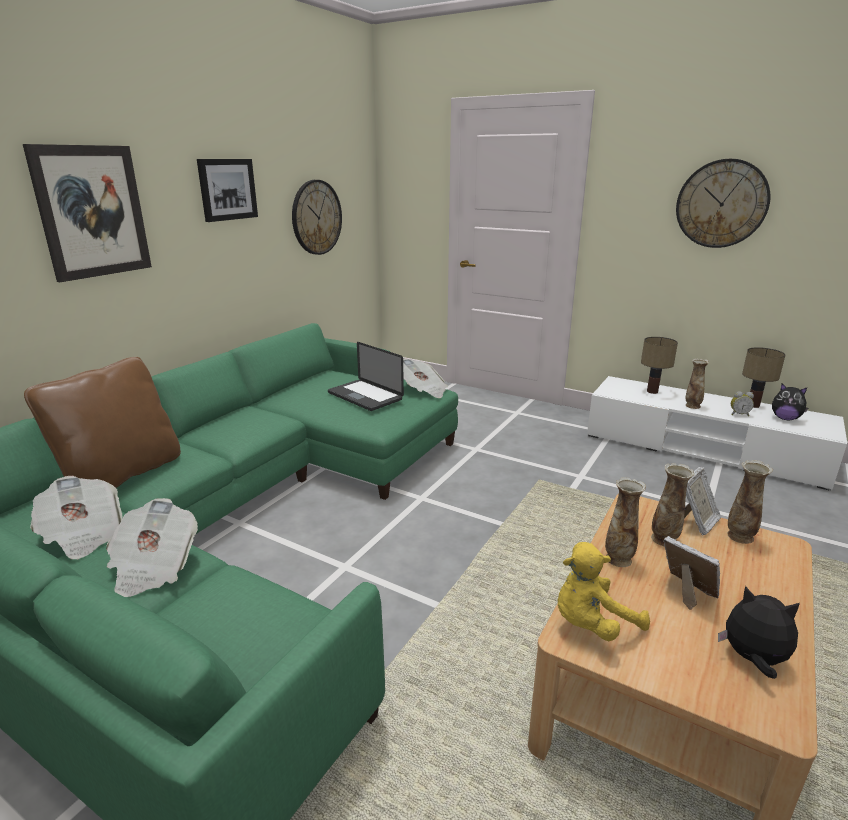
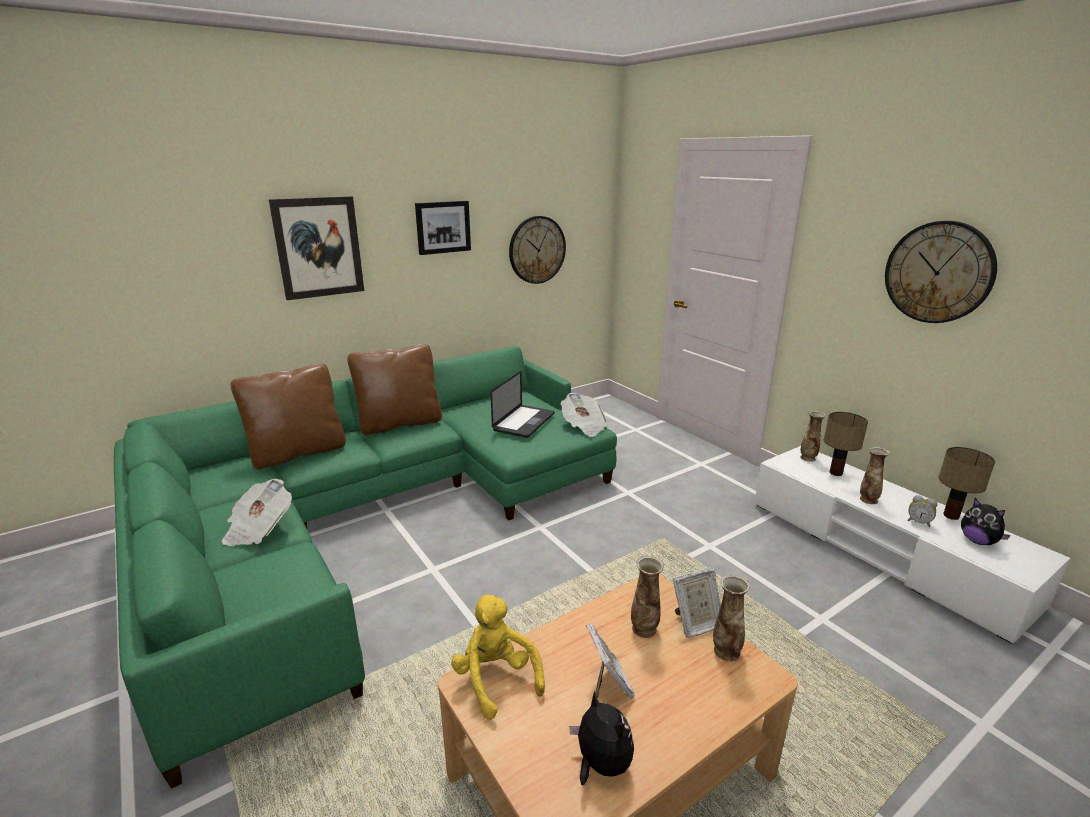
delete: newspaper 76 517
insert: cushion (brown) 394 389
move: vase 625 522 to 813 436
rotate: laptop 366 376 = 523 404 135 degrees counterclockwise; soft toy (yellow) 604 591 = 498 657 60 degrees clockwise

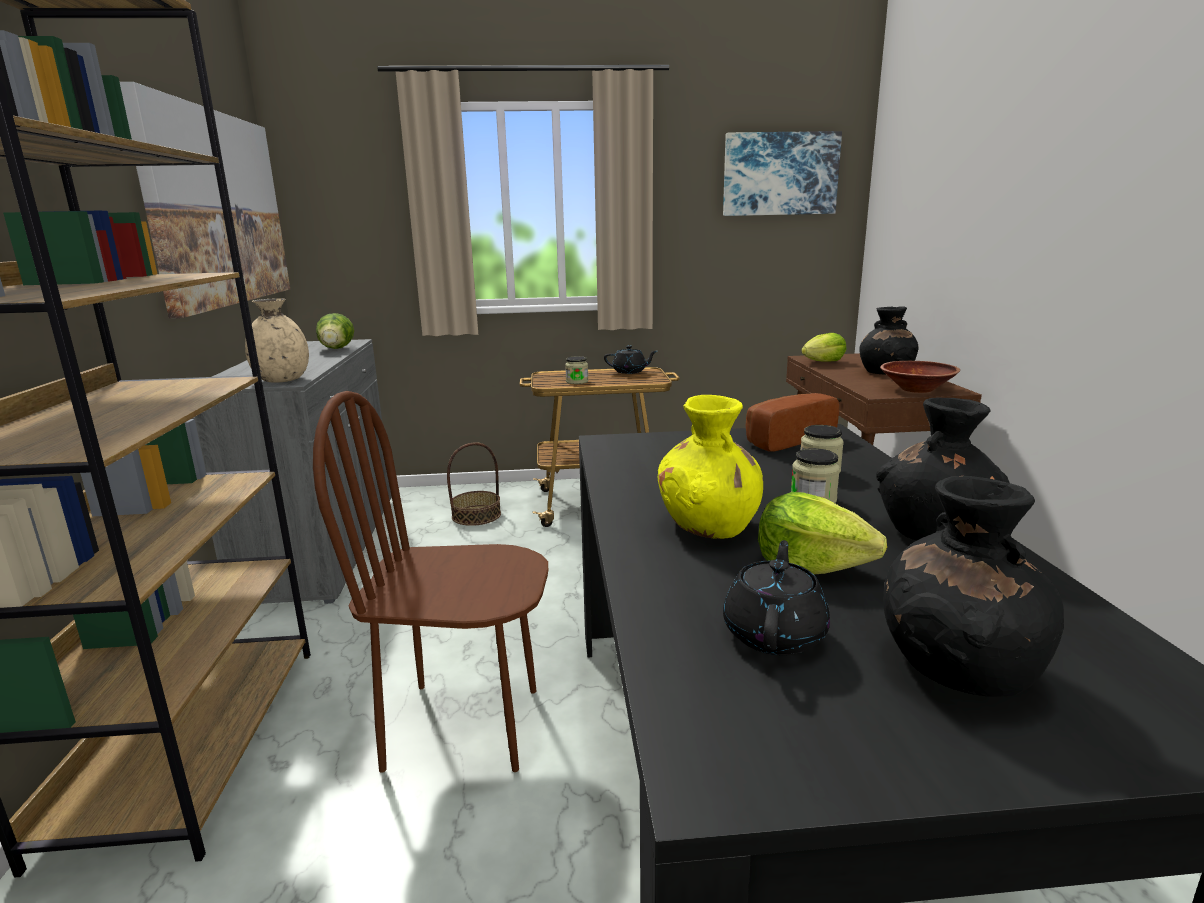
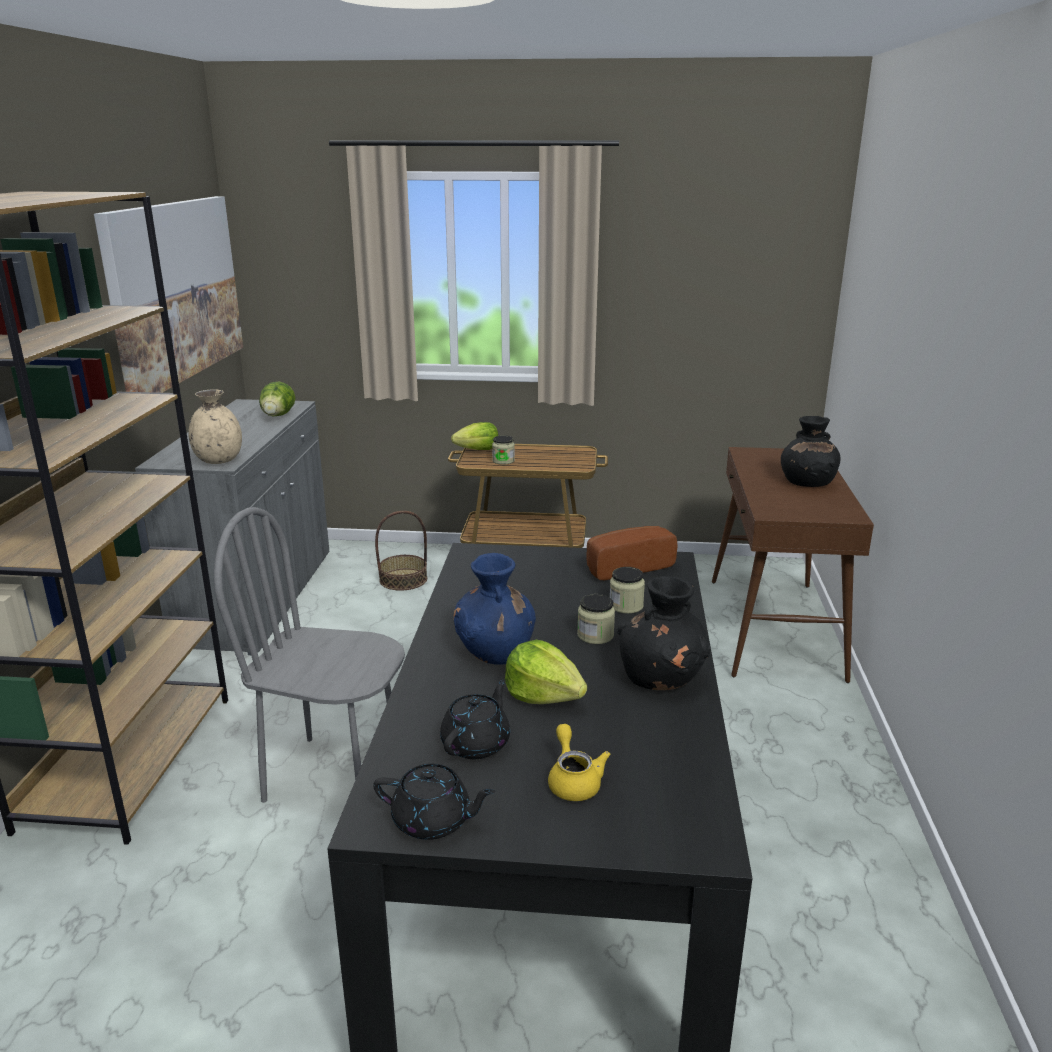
delete: wall art 782 173; serving bowl (brown) 920 377
move: pot for tea (blackish) 630 360 to 434 802; lettuce 823 347 to 474 436
replace: vase (blackish) 973 586 to pot for tea (yellow) 579 762
recolor: plain chair (brown) 430 582 to plain chair (gray) 309 655; vase (yellow) 710 467 to vase (blue) 495 609

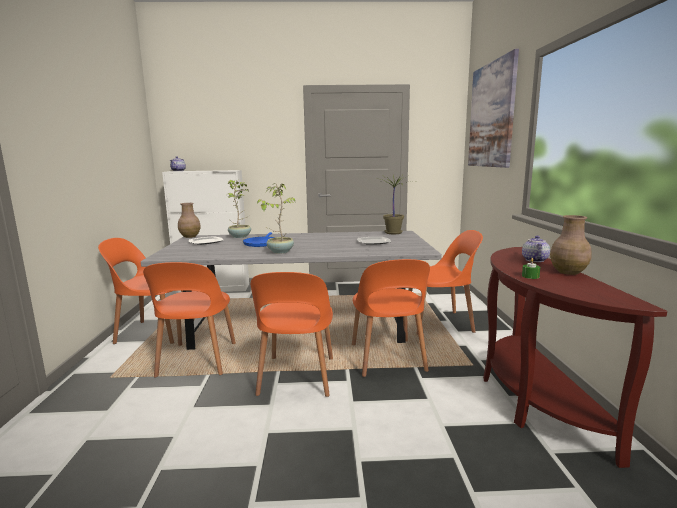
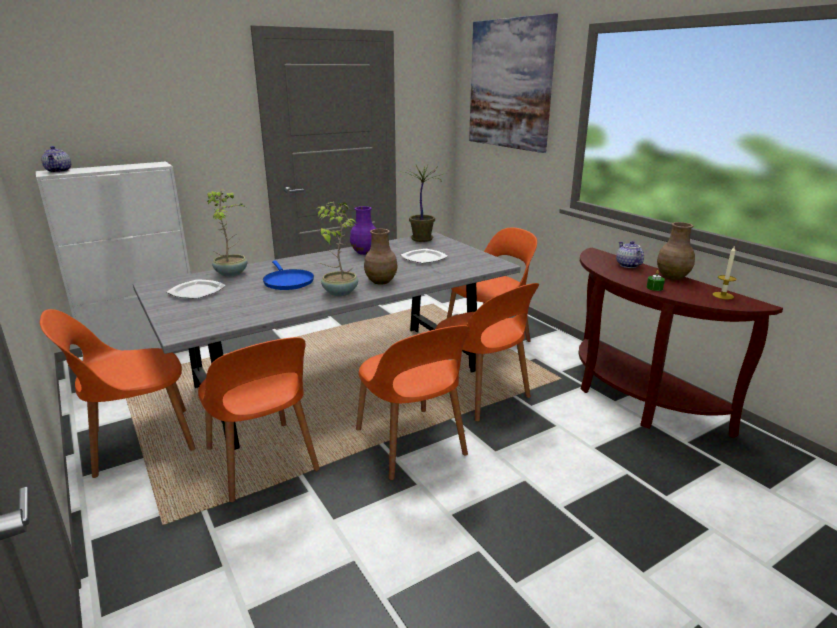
insert: vase (purple-coloured) 363 230; candle 724 272
move: vase (brown) 189 220 to 381 257

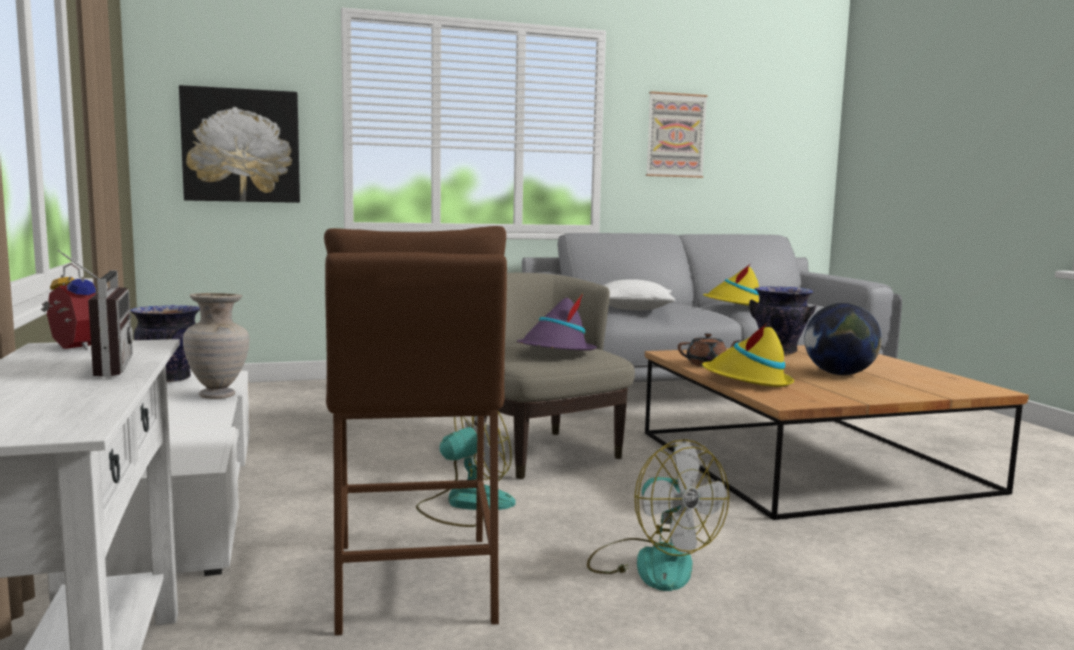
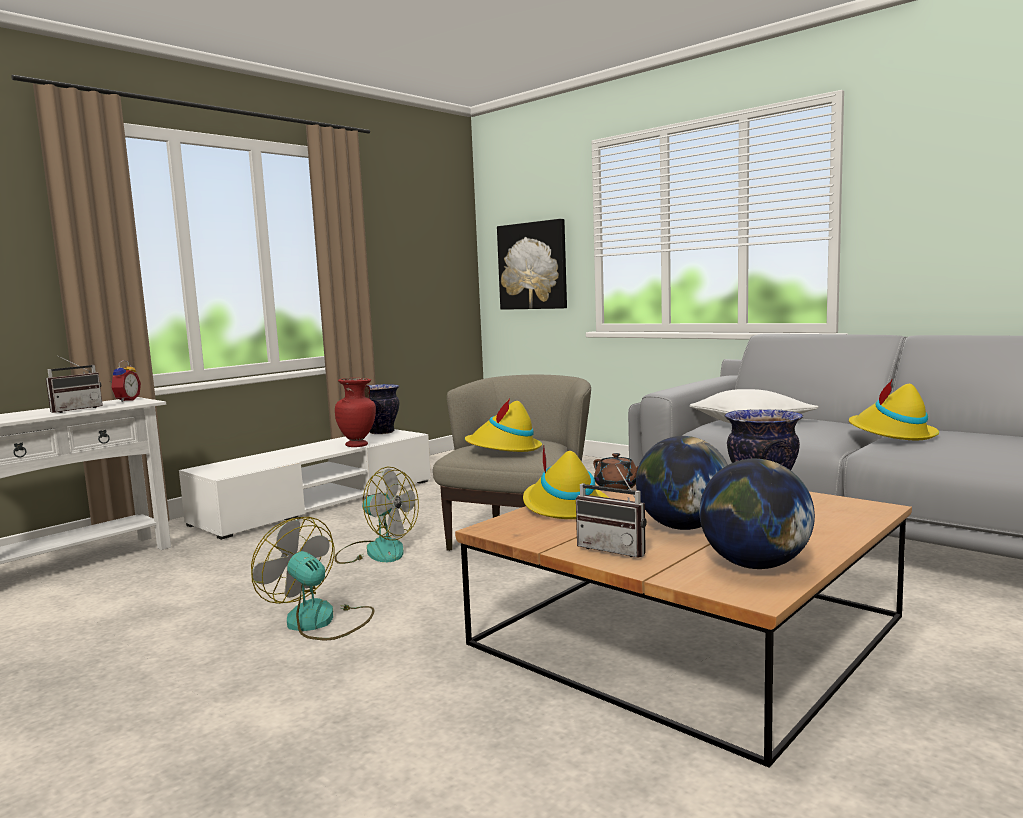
delete: sitting stool (brown) 415 431; wall art 677 134
insert: radio 611 511; world globe 757 514
recolor: vase (beige-coloured) 216 346 to vase (red-coloured) 355 412; clothing hat (purple-coloured) 557 322 to clothing hat (yellow) 503 425
rotate: cooling fan 658 515 = 312 578 105 degrees clockwise

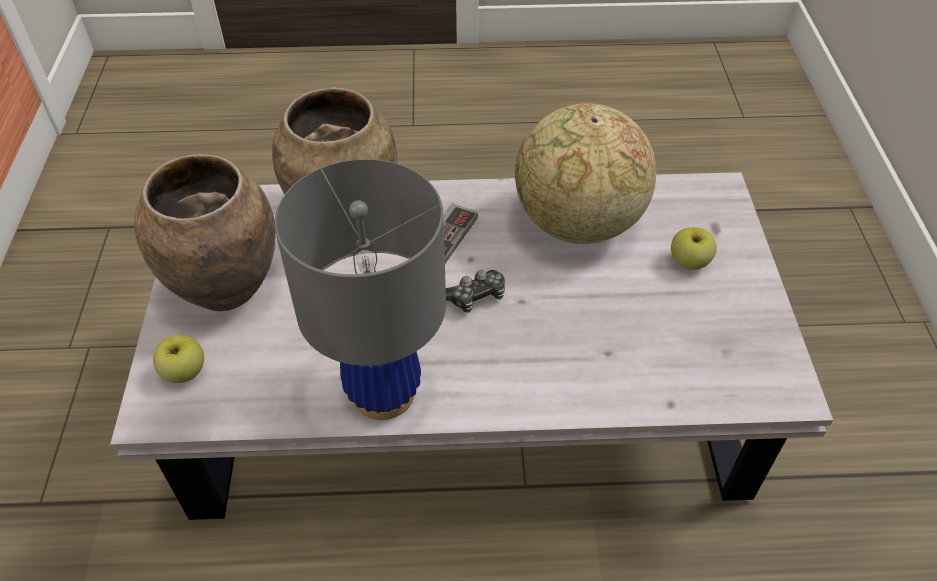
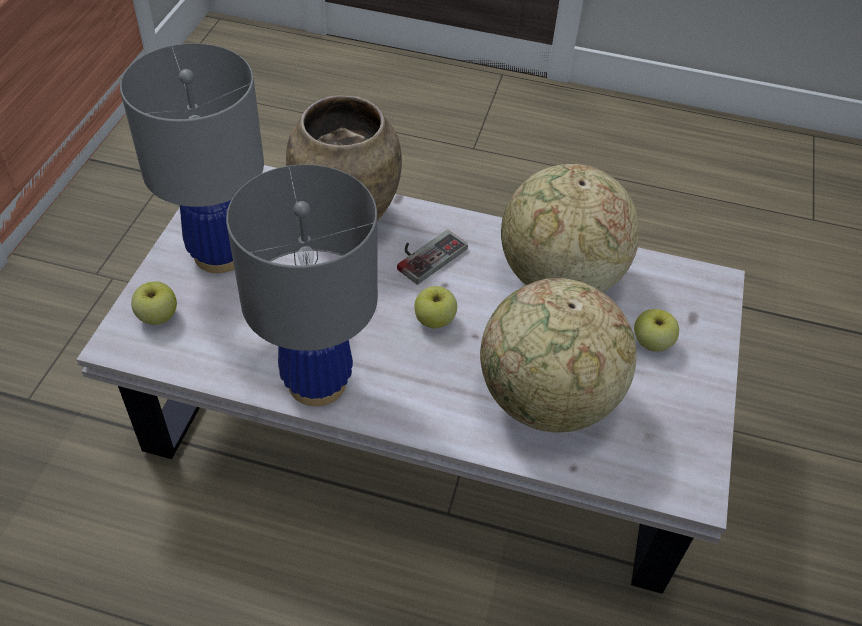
insert: world globe 558 355
replace: vase (brown) 205 232 to tabletop lamp (gray) 192 158; gamepad 475 291 to apple fruit 435 307

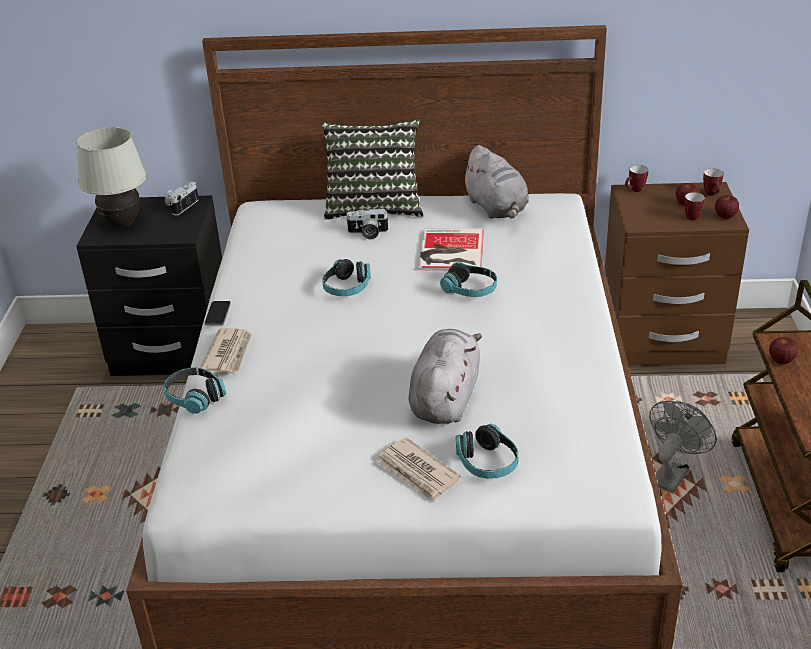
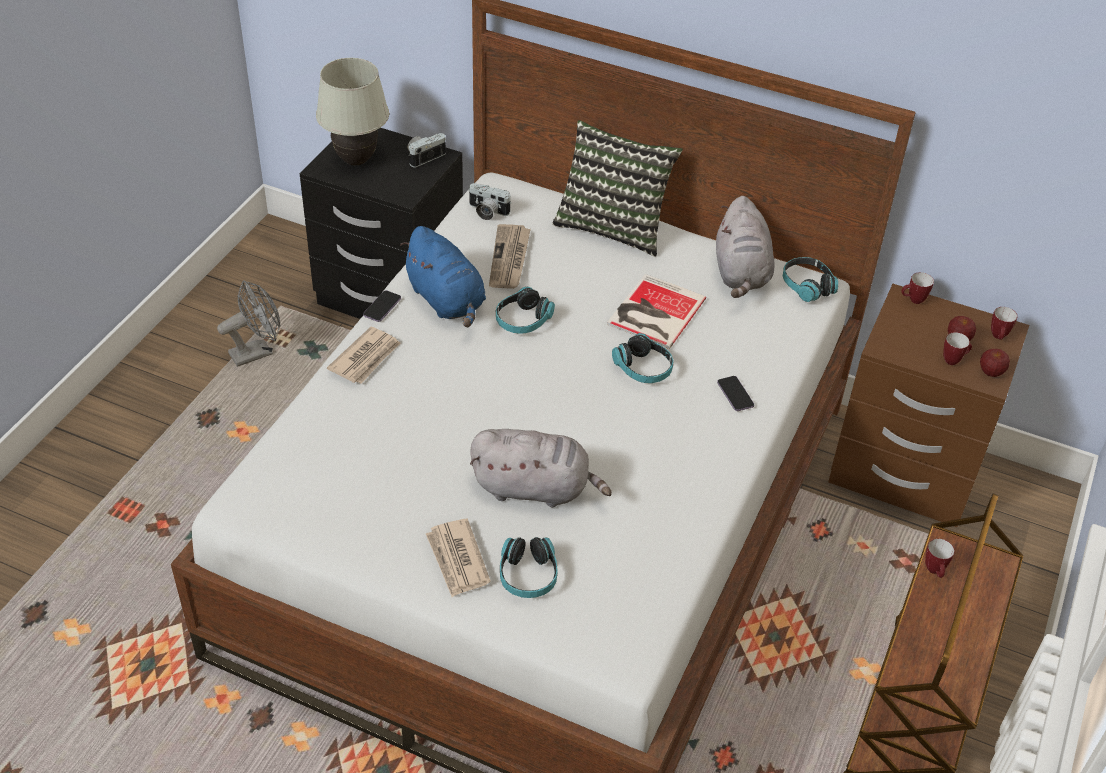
insert: soft toy (blue) 443 276; newspaper 510 256; phone 735 393
move: pair of headphones 194 391 to 810 279; still camera 367 224 to 489 201; cooling fan (gray) 683 447 to 249 323
replace: apple fruit 783 350 to coffee mug 939 558
rotate: soft toy (gray) 445 376 = 541 468 60 degrees clockwise

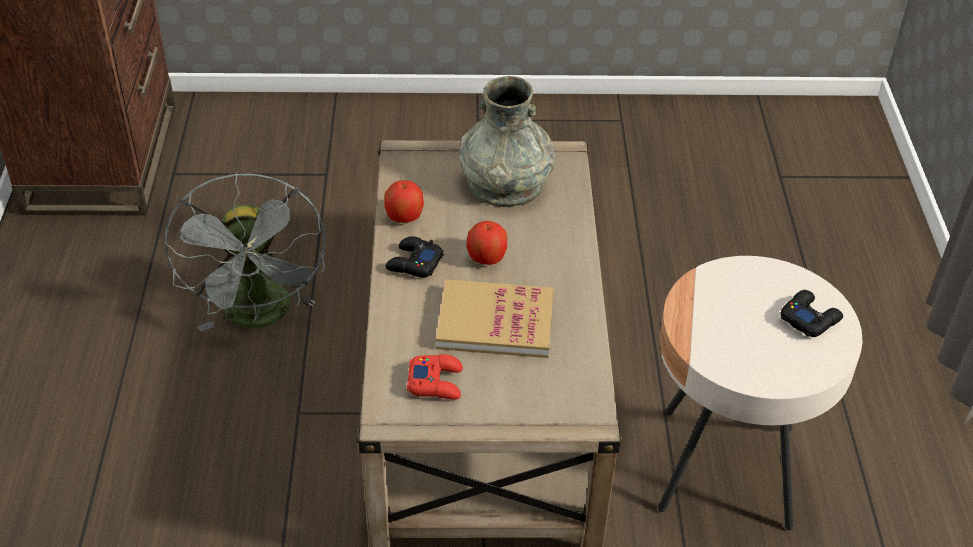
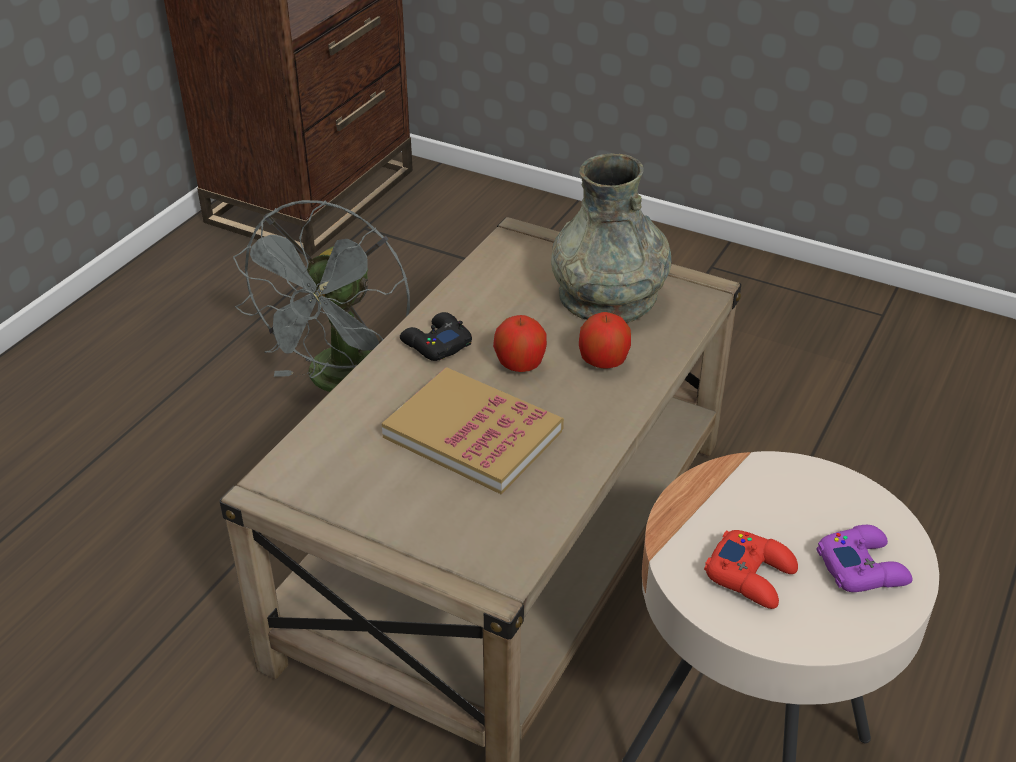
move: apple fruit 404 201 to 605 340; gamepad (red-coloured) 435 376 to 751 569
recolor: gamepad (blackish) 812 313 to gamepad (purple-coloured) 864 558

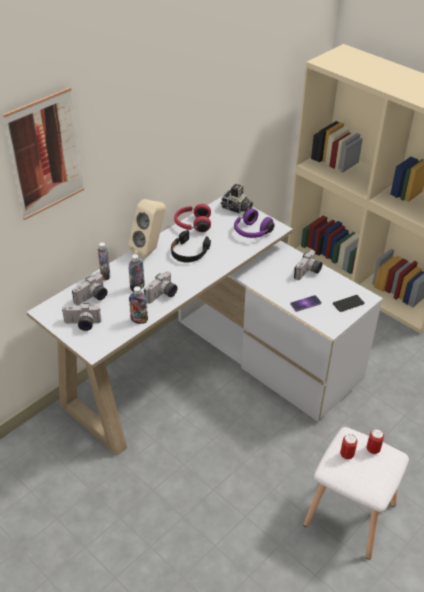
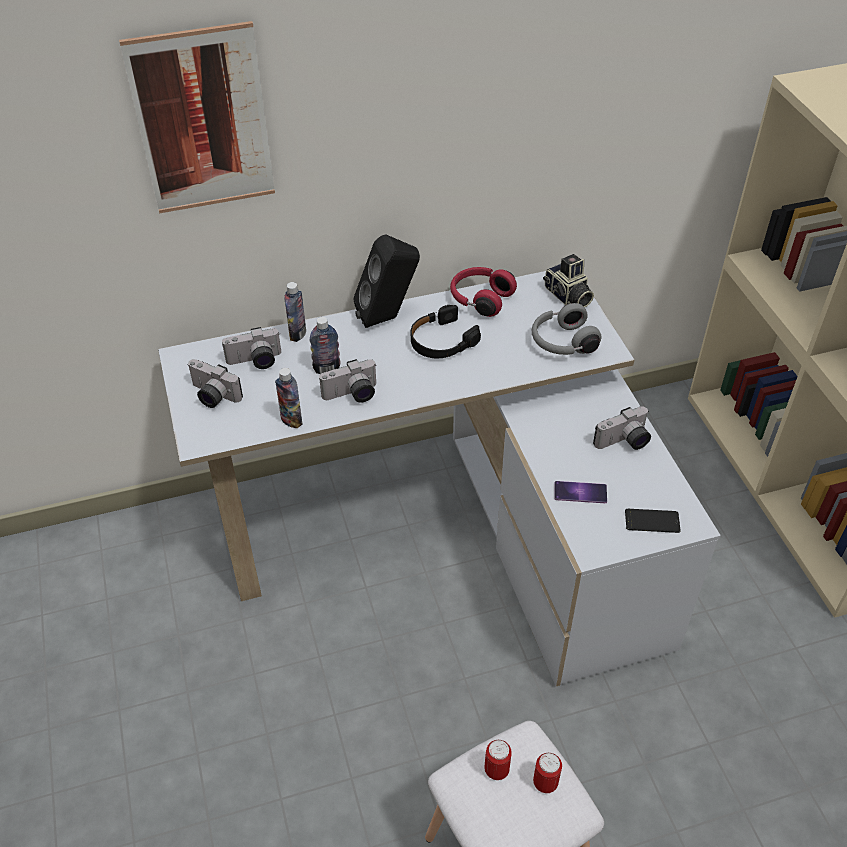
recolor: loudspeaker (beige-coloured) 147 229 to loudspeaker (blackish) 387 281; pair of headphones (purple-coloured) 254 223 to pair of headphones (gray) 567 329

